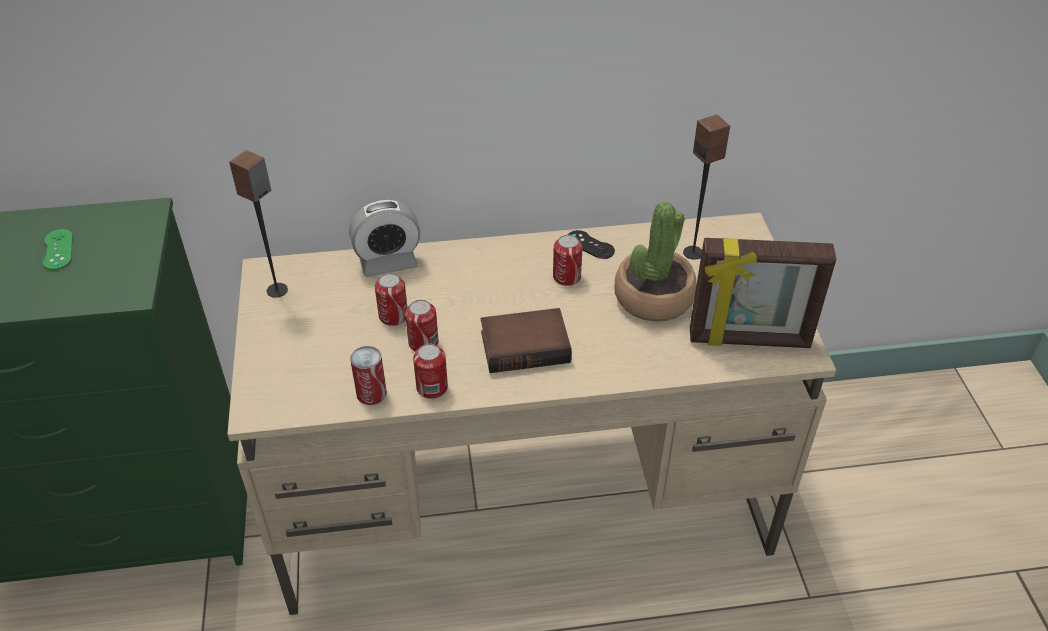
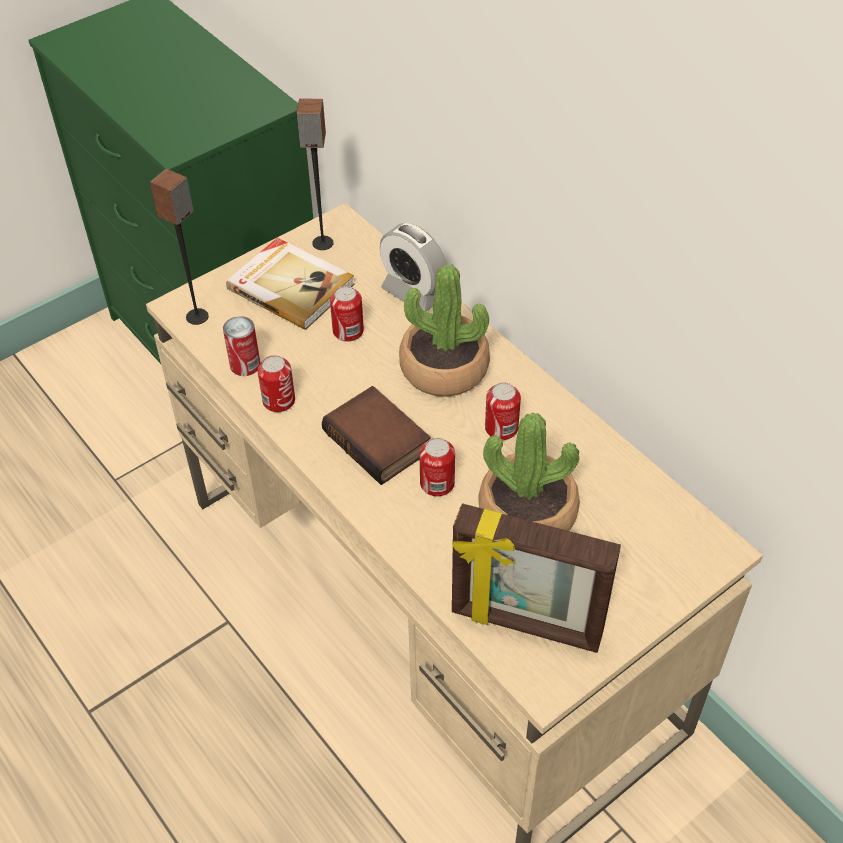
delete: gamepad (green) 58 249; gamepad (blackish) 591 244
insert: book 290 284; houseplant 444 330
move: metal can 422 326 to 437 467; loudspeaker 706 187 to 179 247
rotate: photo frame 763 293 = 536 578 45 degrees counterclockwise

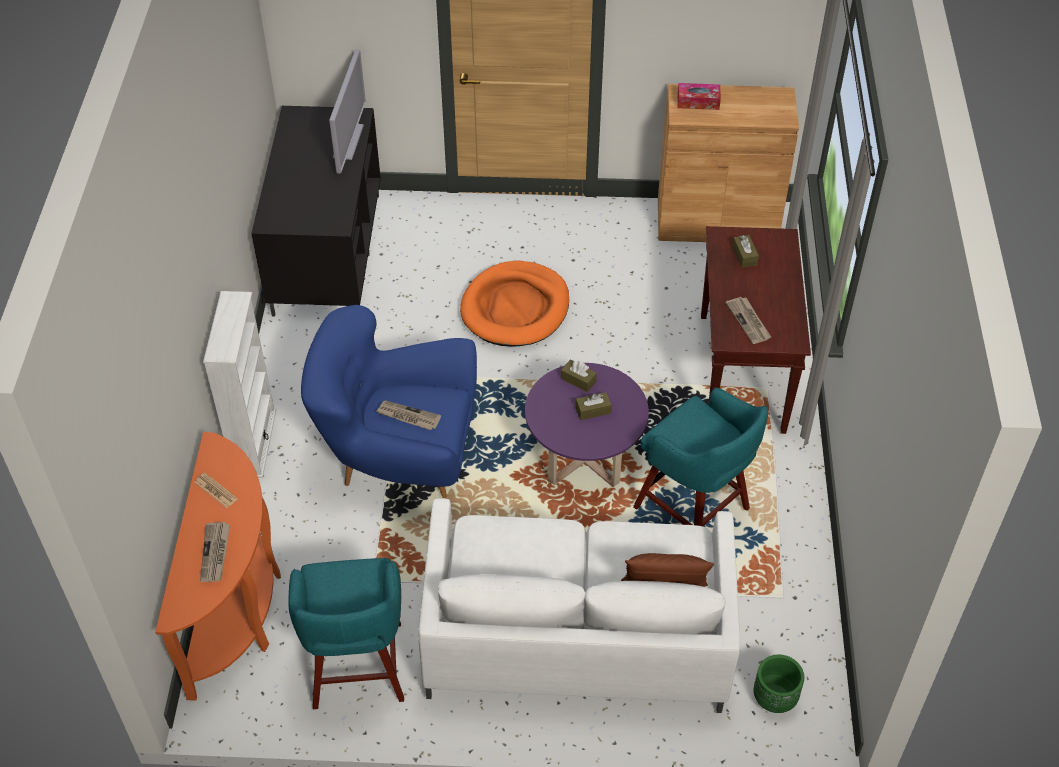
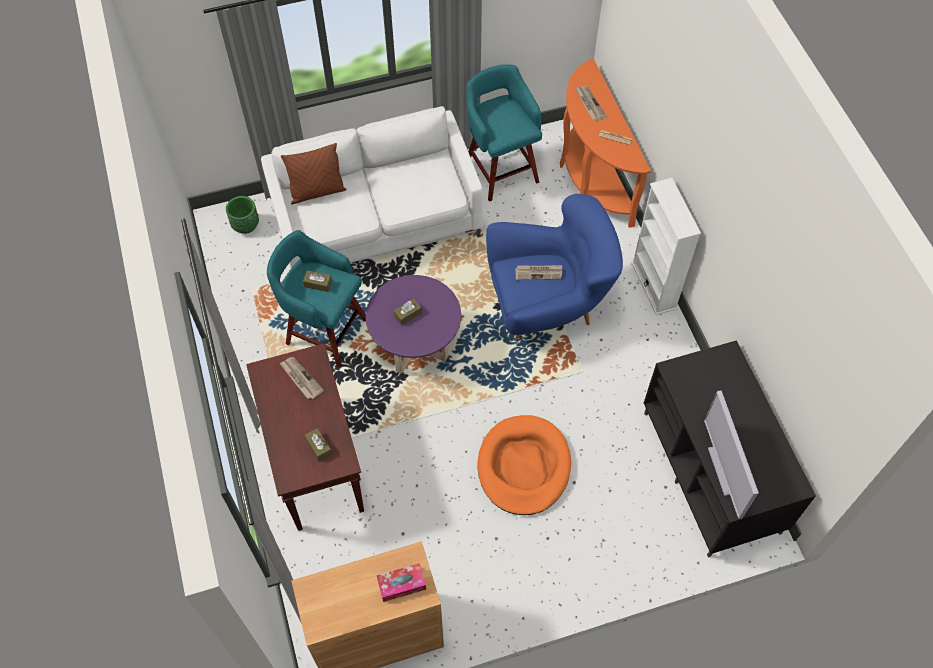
move: tissue holder (brown) 579 376 to 317 281

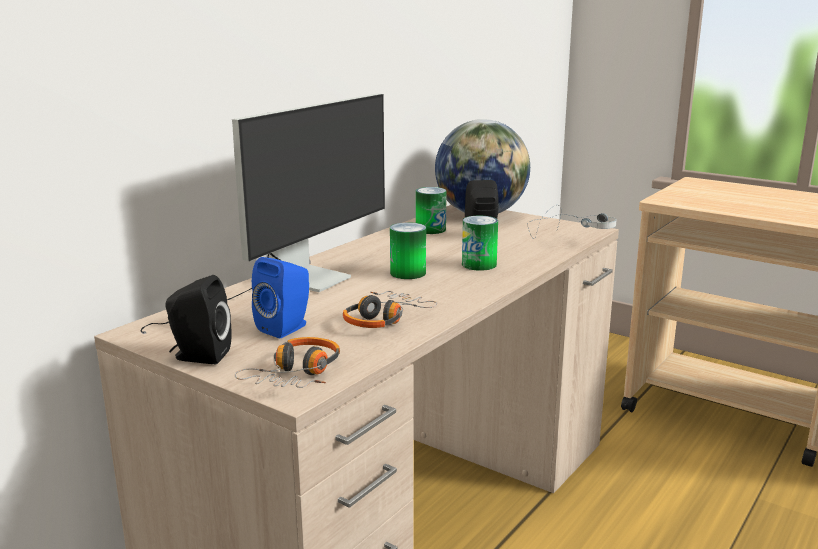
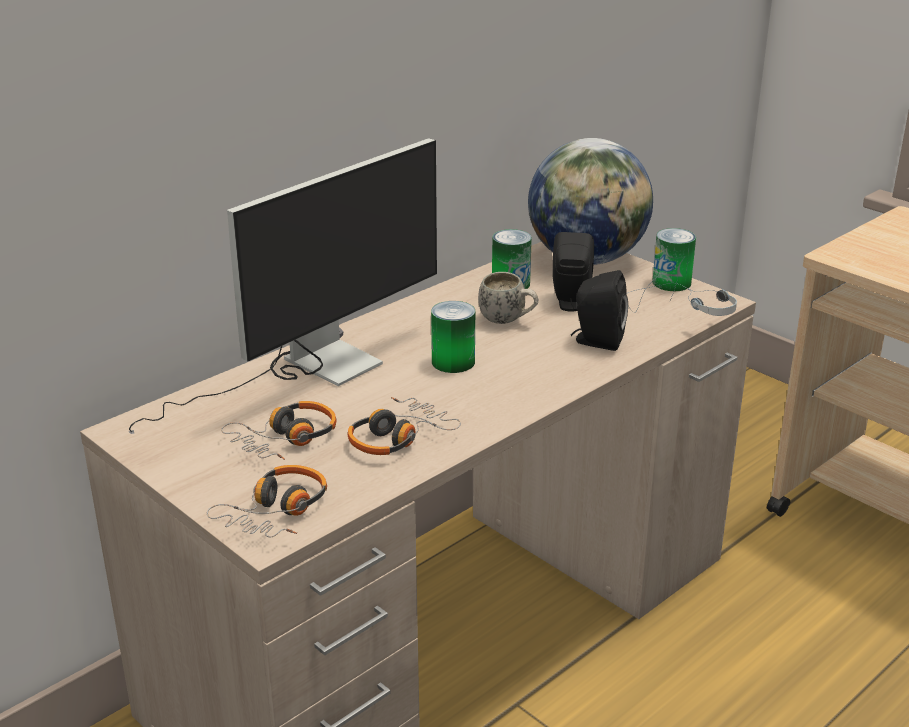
insert: coffee mug (white-coloured) 508 298
move: loudspeaker (blackish) 198 319 to 599 310; metal can 480 243 to 674 259
replace: loudspeaker (blue) 280 297 to pair of headphones 278 430

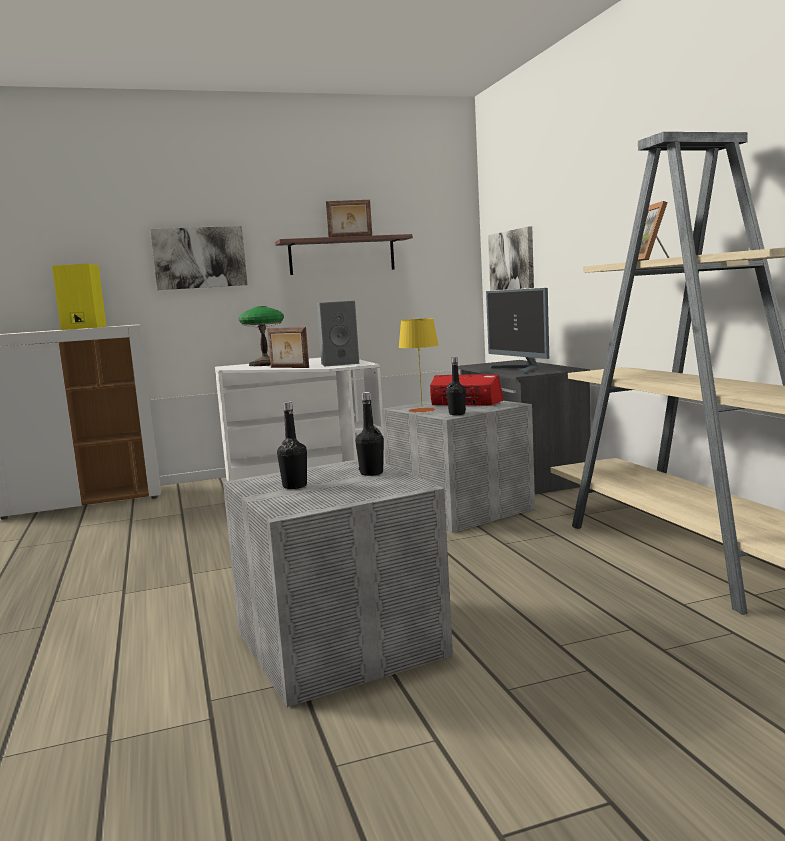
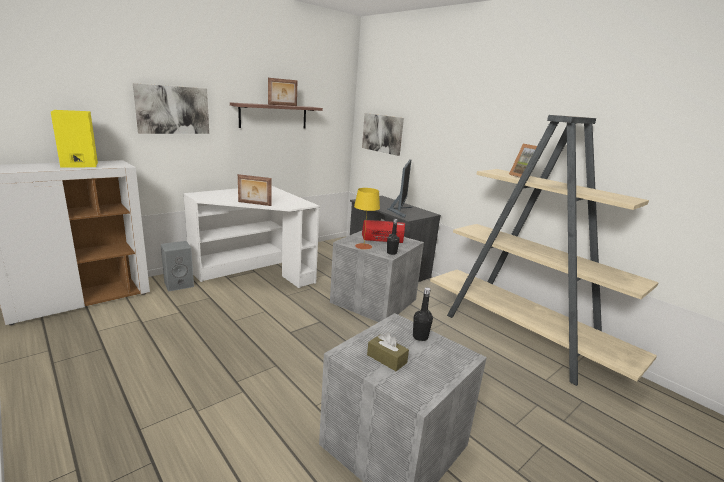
delete: tabletop lamp 261 336
move: loudspeaker (gray) 338 334 to 177 266
replace: bottle (blackish) 292 445 to tissue holder (brown) 388 351
rotate: monitor 517 331 = 399 188 120 degrees counterclockwise

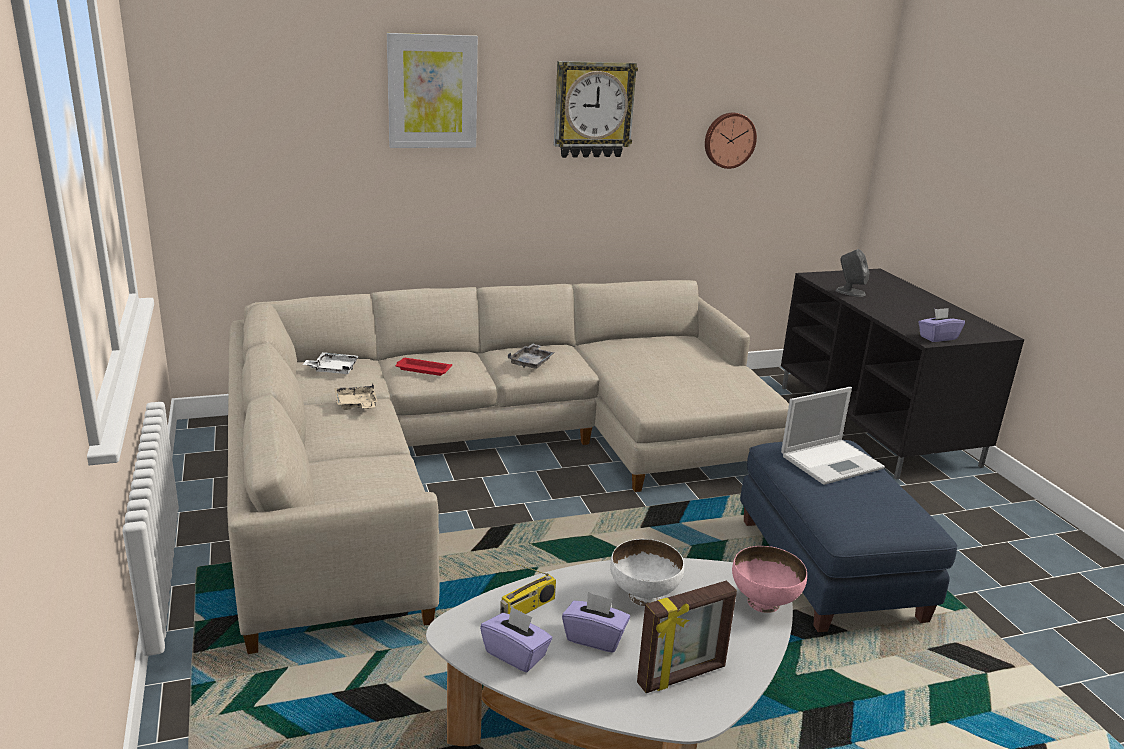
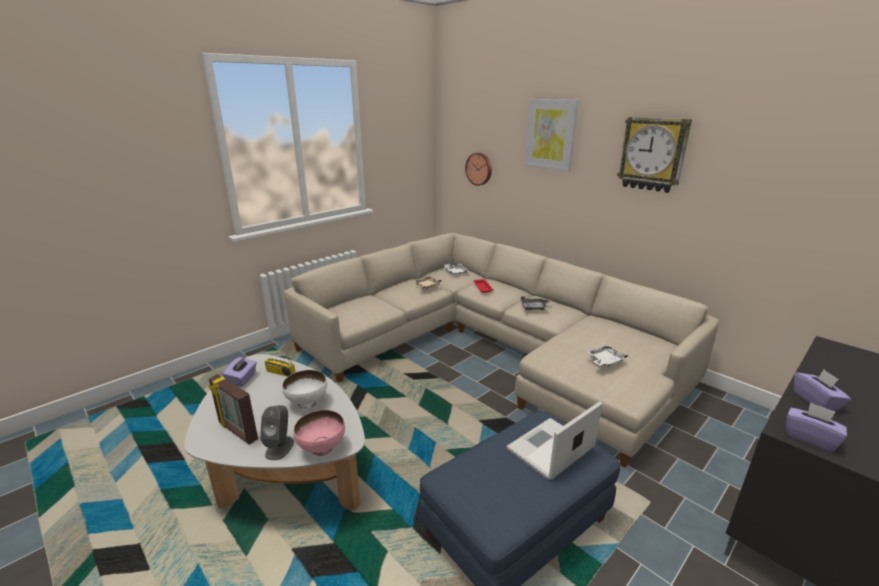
insert: carrying tray (white-coloured) 607 356
move: tissue holder (purple-coloured) 596 622 to 822 390; wall clock 731 141 to 478 169; loudspeaker (gray) 852 273 to 277 432
rotate: laptop 833 436 = 554 440 105 degrees clockwise

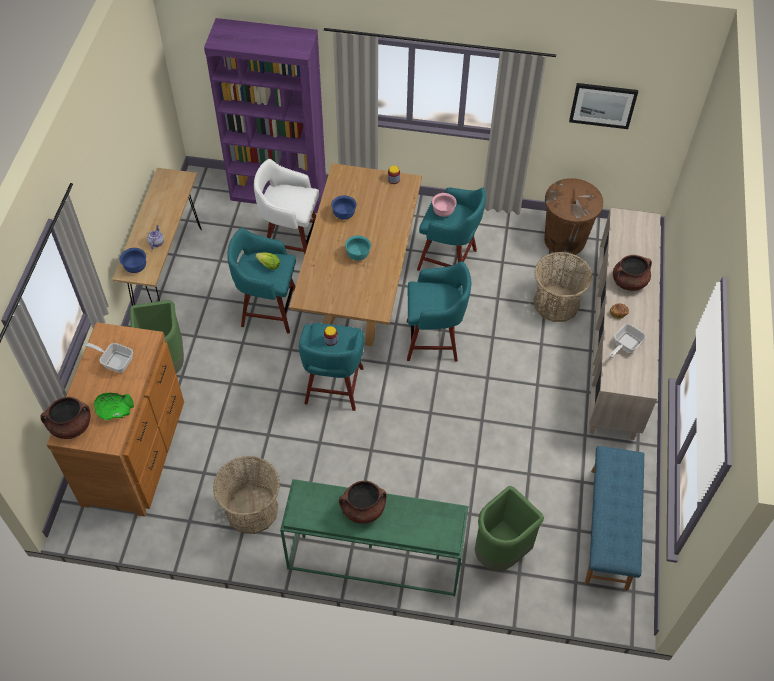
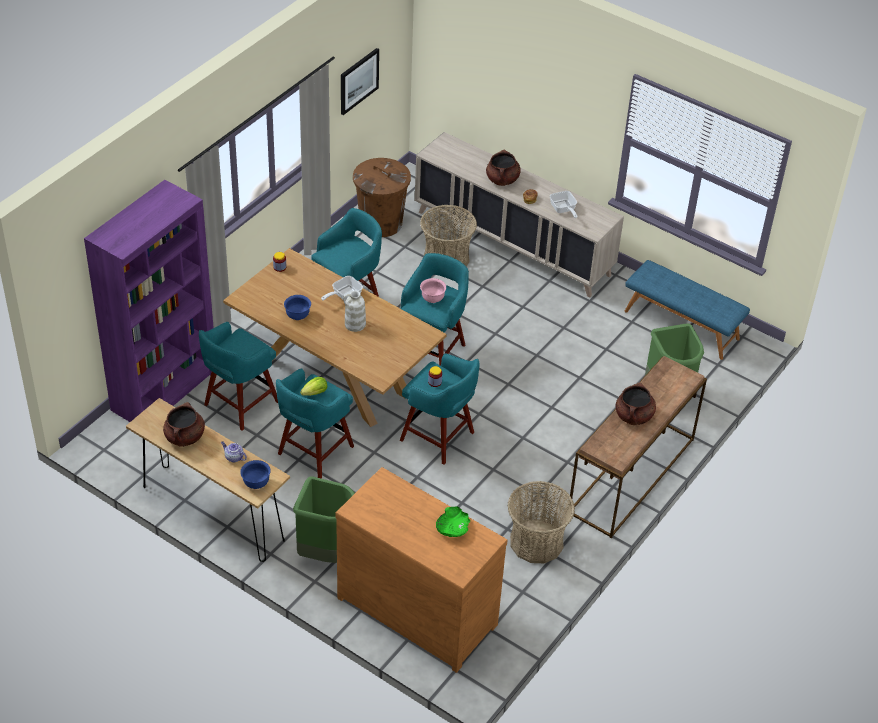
move: saucepot (brown) 65 418 to 184 424; pan 109 358 to 342 288; serving bowl (pink-coloured) 444 205 to 433 290
replace: serving bowl (turquoise) 358 247 to vase (white-coloured) 354 311
recolor: sitting stool (white-coloured) 286 206 to sitting stool (turquoise) 238 376; hall table (green) 374 537 to hall table (brown) 638 447

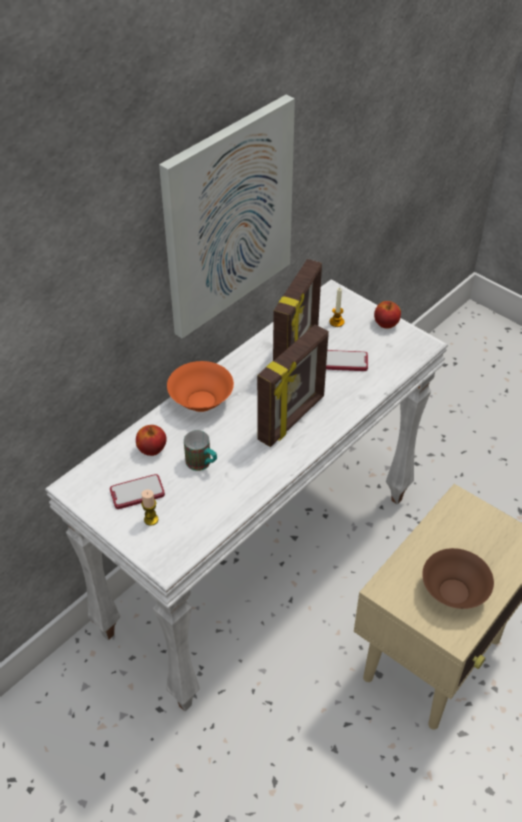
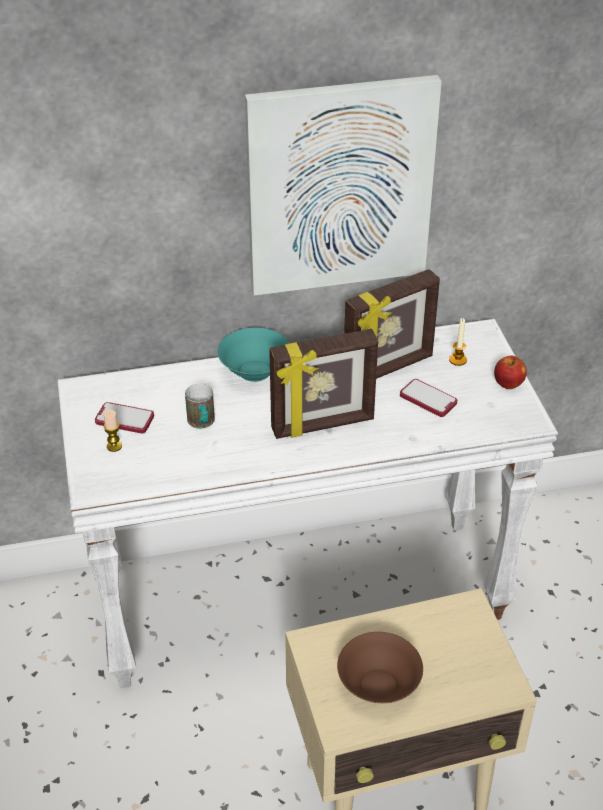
delete: apple fruit 151 440
recolor: serving bowl (orange-coloured) 200 386 to serving bowl (turquoise) 253 355

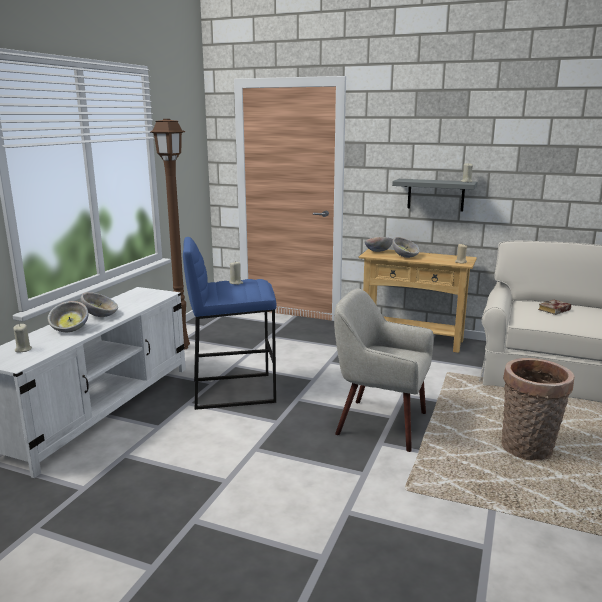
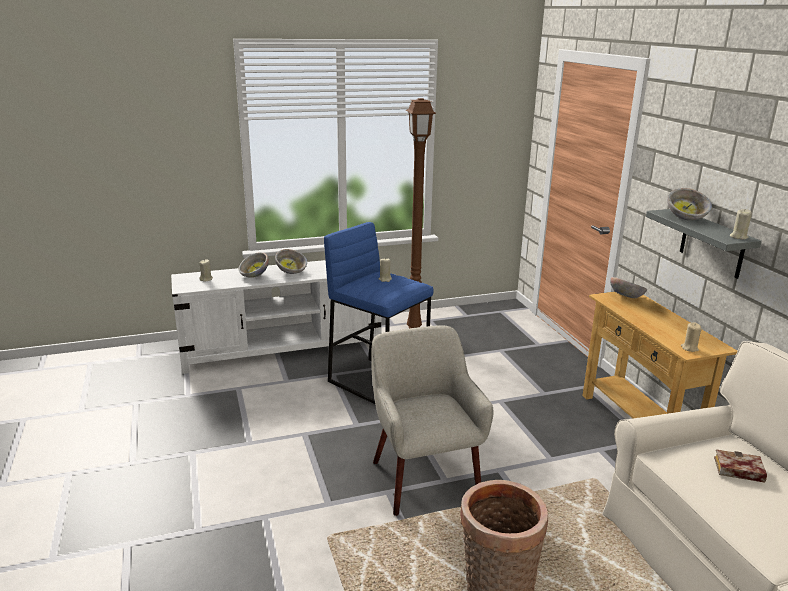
move: serving bowl 406 247 to 689 204

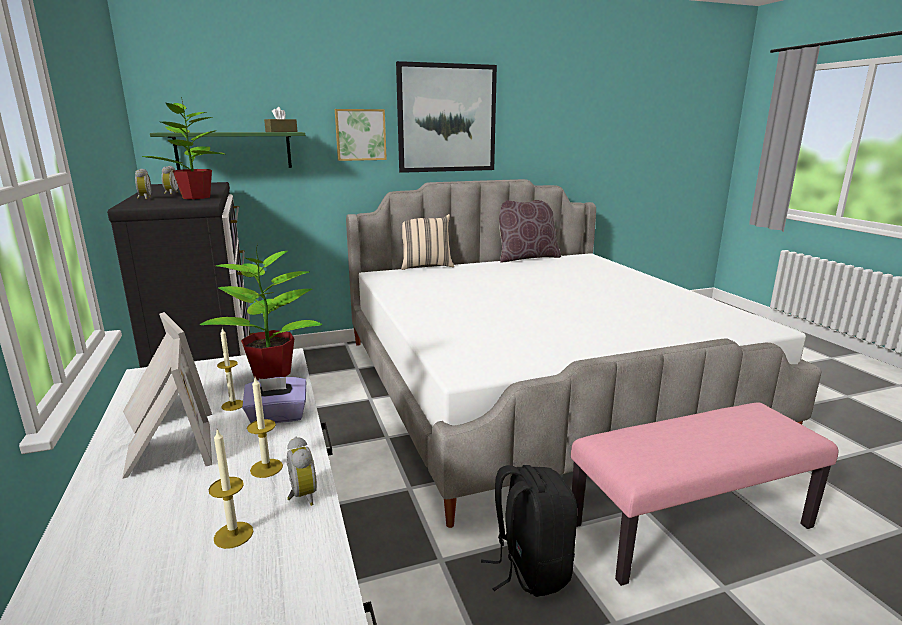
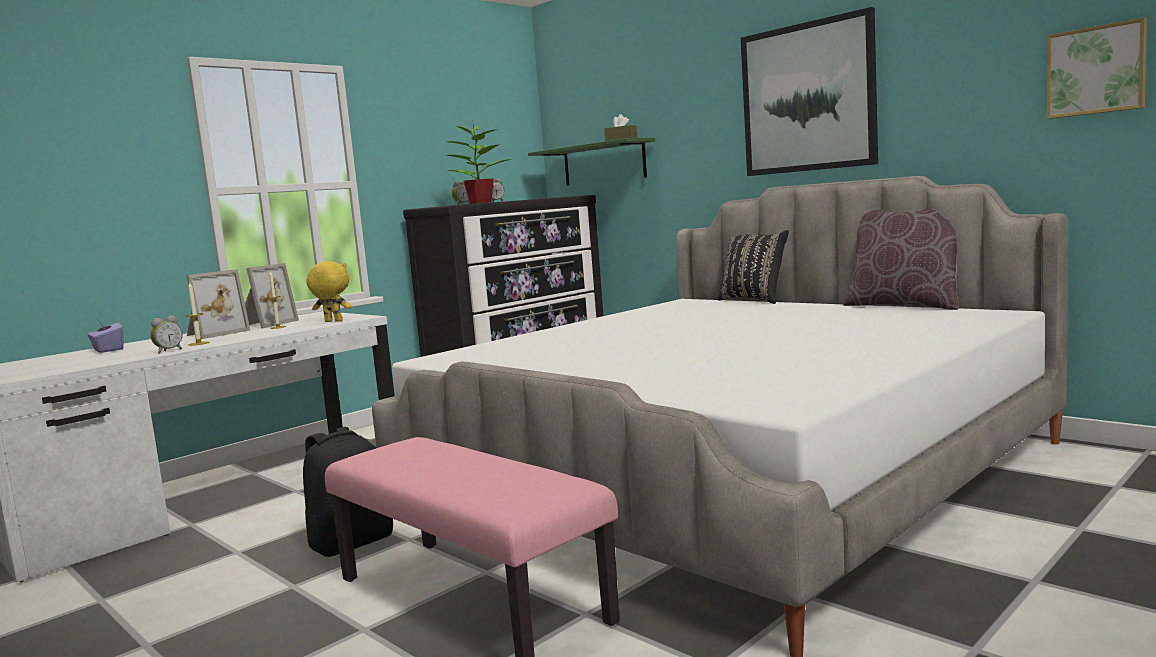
delete: candle 231 489
move: tissue holder (purple-coloured) 274 400 to 105 335; wall art 361 135 to 1097 68
replace: houseplant 261 312 to soft toy (yellow) 328 291
recolor: cushion (beige-coloured) 427 242 to cushion (blackish) 753 267

